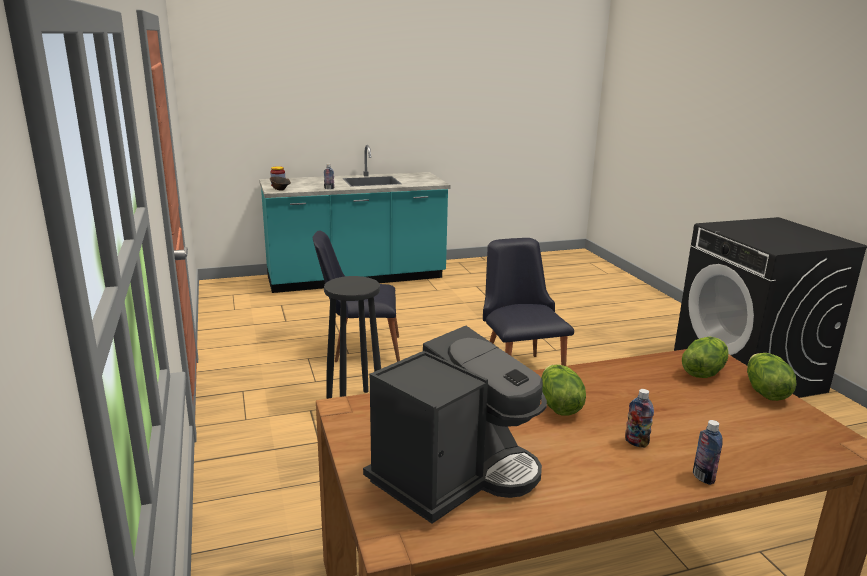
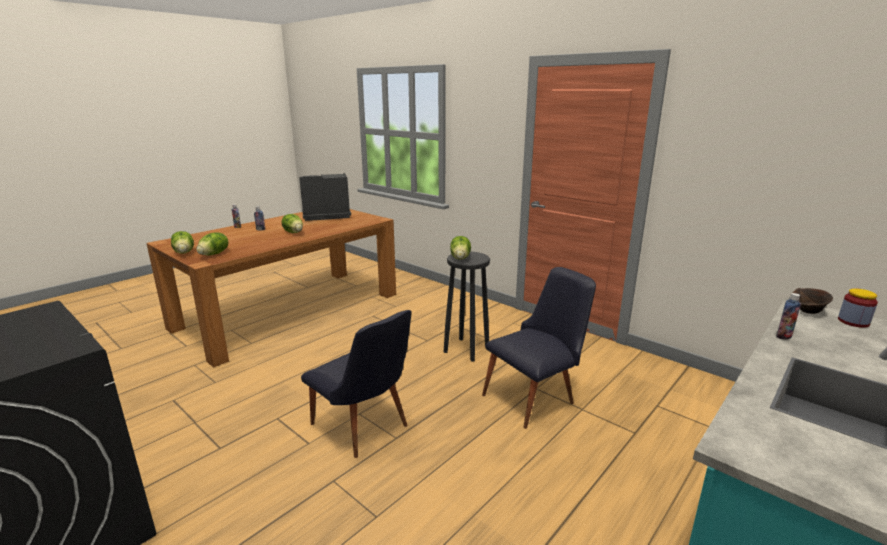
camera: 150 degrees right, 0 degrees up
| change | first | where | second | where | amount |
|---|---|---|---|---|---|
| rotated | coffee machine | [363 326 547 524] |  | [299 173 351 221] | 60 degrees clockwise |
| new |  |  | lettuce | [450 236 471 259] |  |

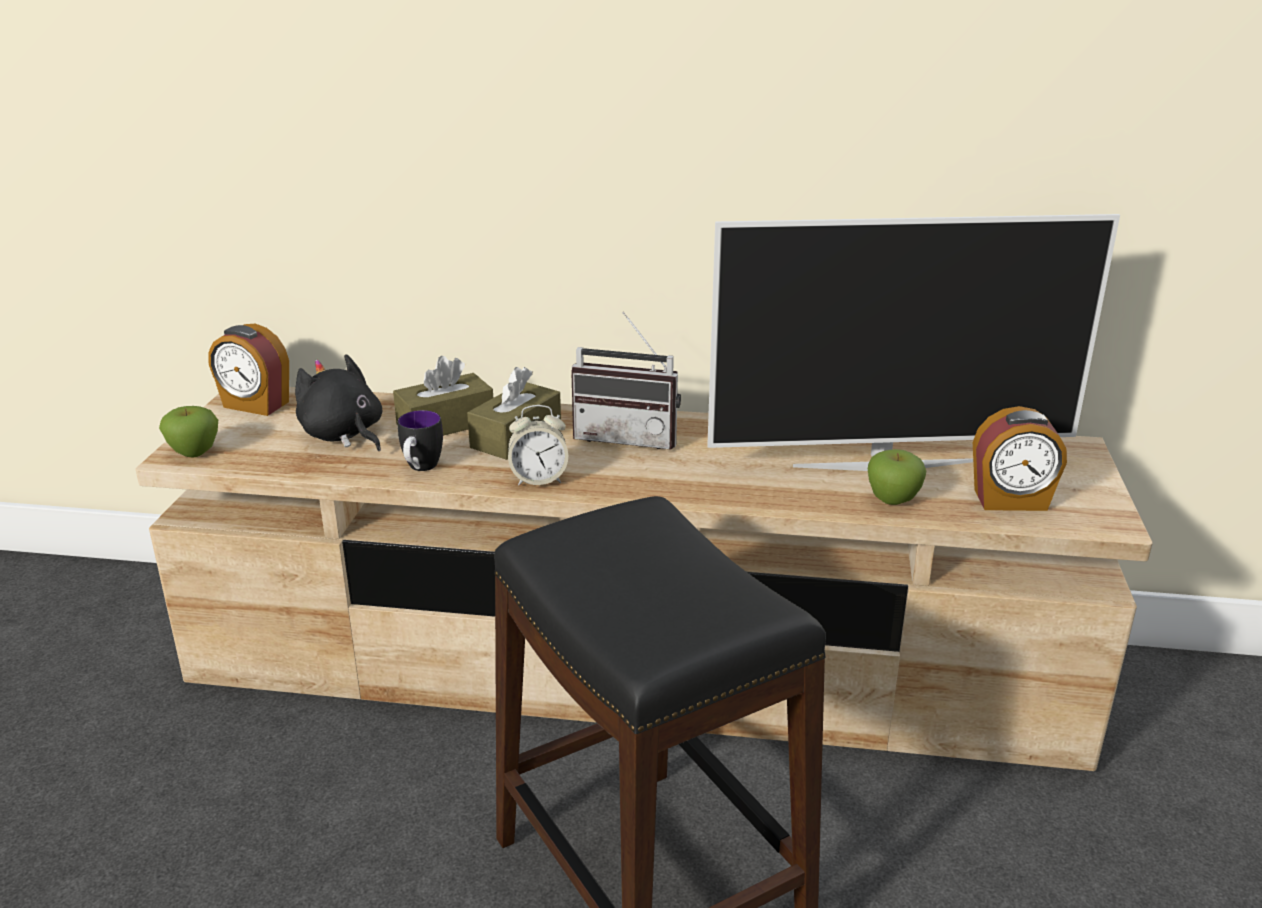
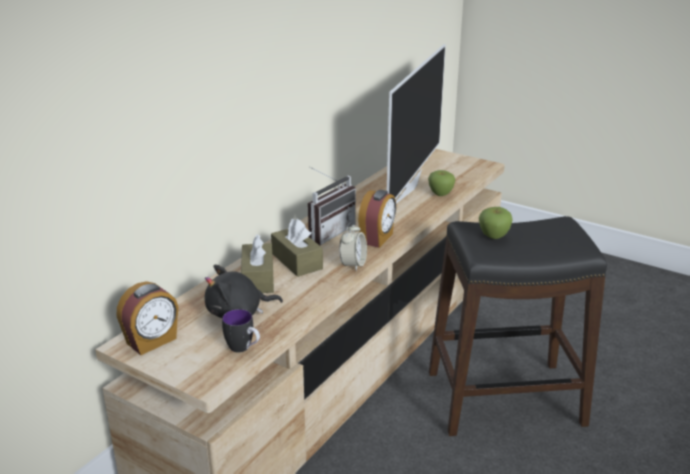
camera: 65 degrees left, 0 degrees up
| change | first | where | second | where | amount |
|---|---|---|---|---|---|
| shifted | tea mug | [398 410 443 471] |  | [222 309 260 352] |  |
| shifted | table clock | [973 406 1067 511] |  | [358 190 396 248] |  |
| shifted | apple | [159 406 218 457] |  | [479 207 513 239] |  |

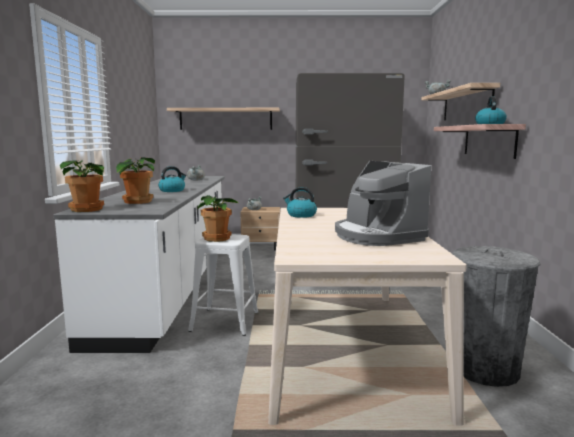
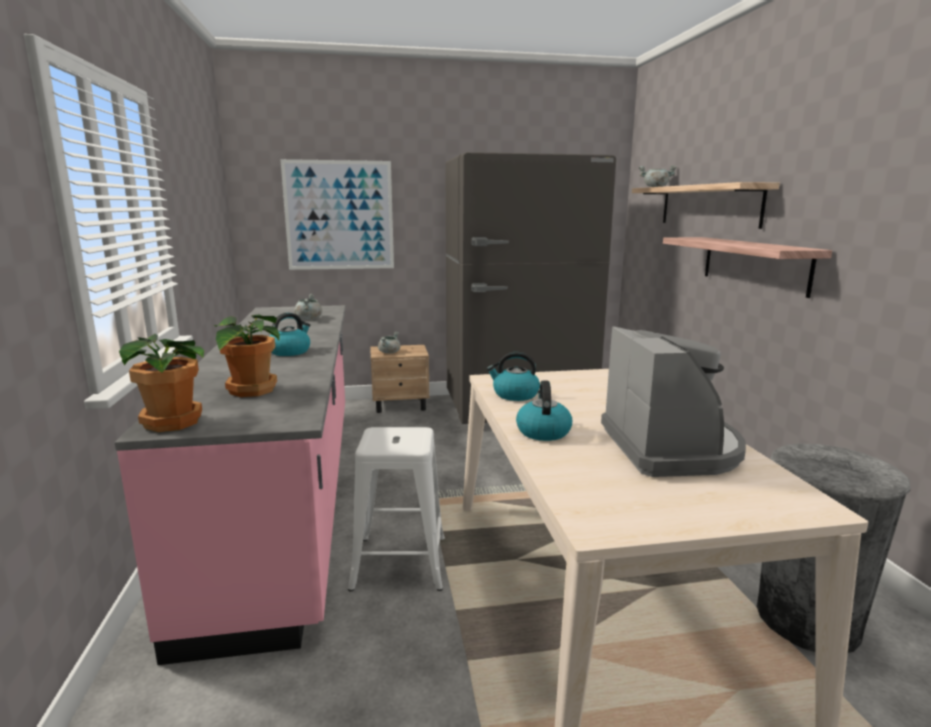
camera: 10 degrees left, 5 degrees up
| change | first | where | second | where | amount |
|---|---|---|---|---|---|
| repainted | white-coloured kitchen base unit | [54 176 225 353] | pink-coloured kitchen base unit | [115 305 346 665] |  |
| swapped | bracket shelf | [167 108 280 130] | wall art | [280 159 394 270] |  |
| shifted | kettle | [475 96 507 124] |  | [516 381 572 441] |  |
| rotated | coffee machine | [335 161 431 246] |  | [601 326 746 477] | 150 degrees counterclockwise |
| gone | plant in a pot | [197 195 239 242] |  |  |  |

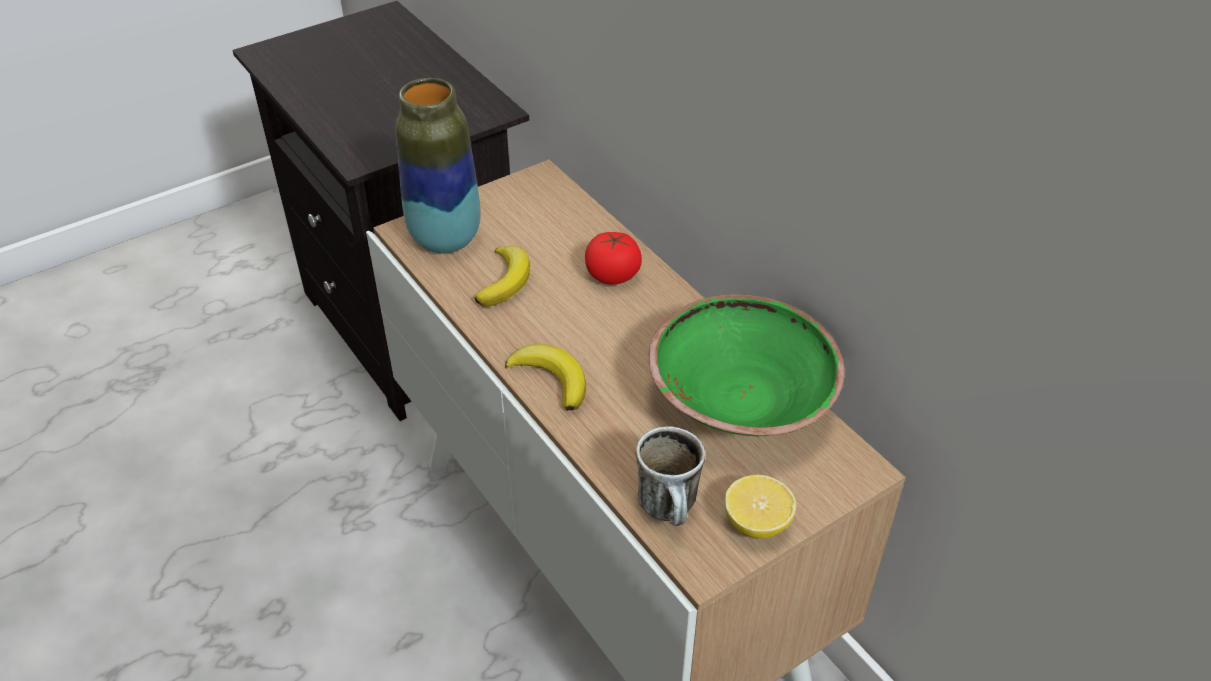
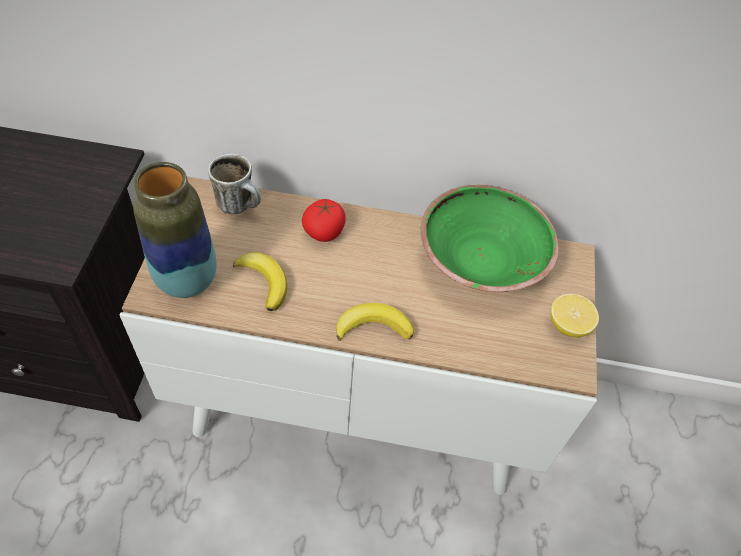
camera: 50 degrees left, 10 degrees up
| change | first | where | second | where | amount |
|---|---|---|---|---|---|
| shifted | tea mug | [635 426 705 526] |  | [208 154 261 214] |  |

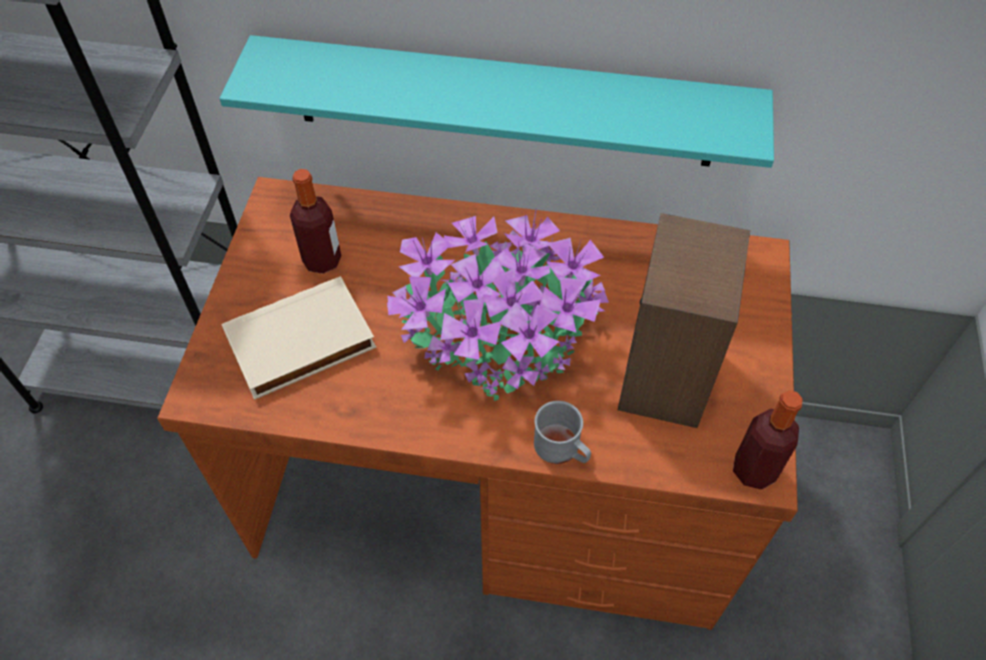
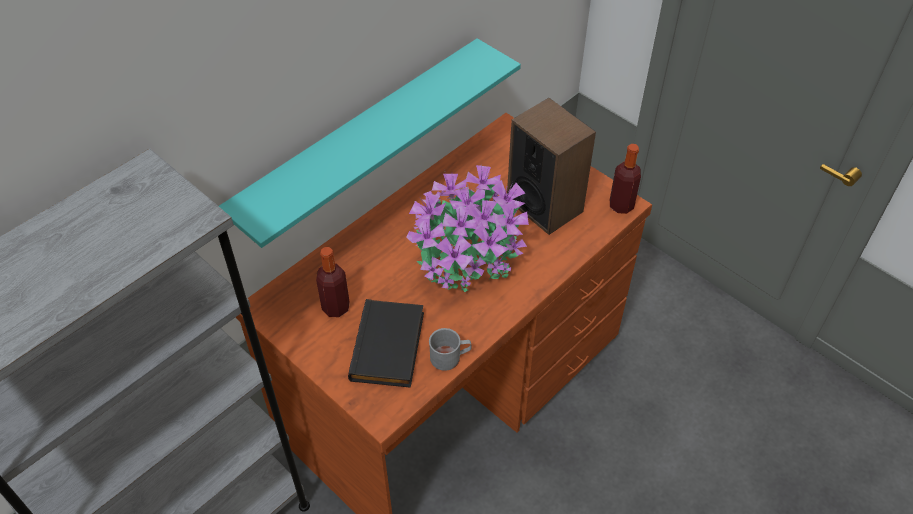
camera: 55 degrees left, 5 degrees down
| change | first | where | second | where | amount |
|---|---|---|---|---|---|
| repainted | beige-coloured book | [221 276 376 400] | black-coloured book | [348 299 424 388] |  |
| shifted | greyish tea mug | [534 401 591 464] |  | [429 328 471 371] |  |

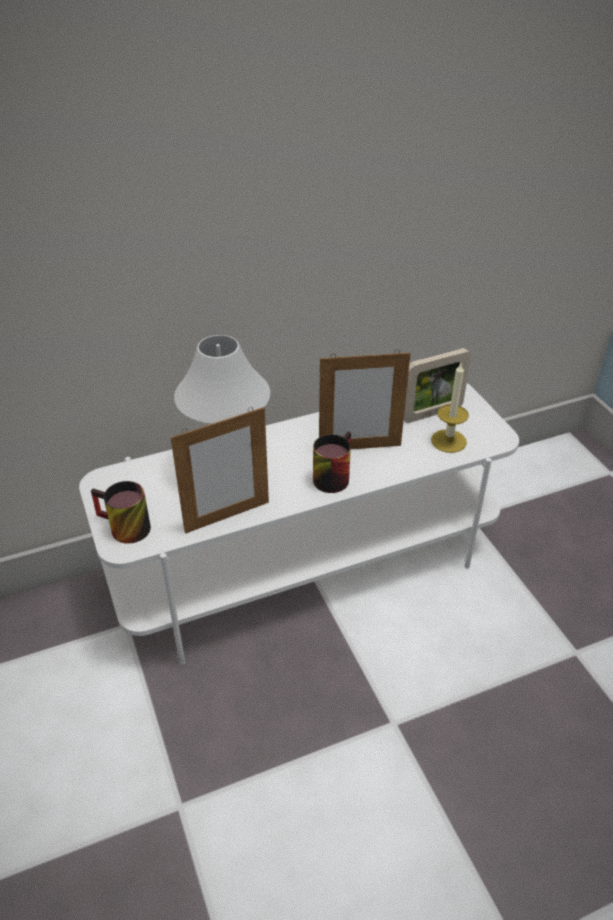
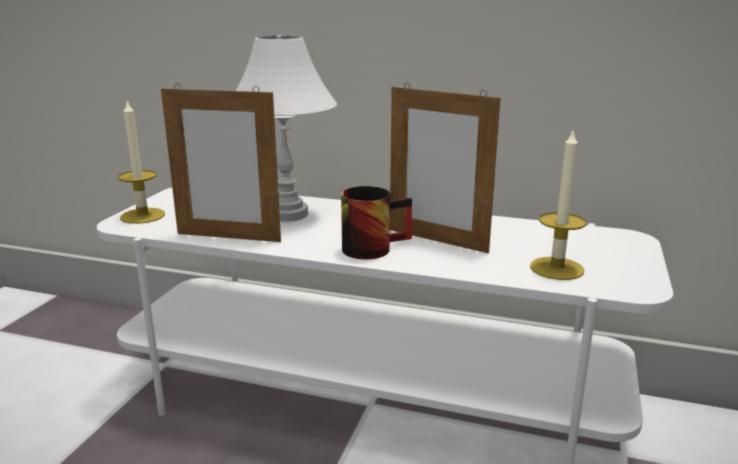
camera: 40 degrees right, 20 degrees down
| change | first | where | second | where | amount |
|---|---|---|---|---|---|
| swapped | tea mug | [91 481 151 544] | candle | [118 100 165 224] |  |
| gone | standing frame | [404 348 471 423] |  |  |  |

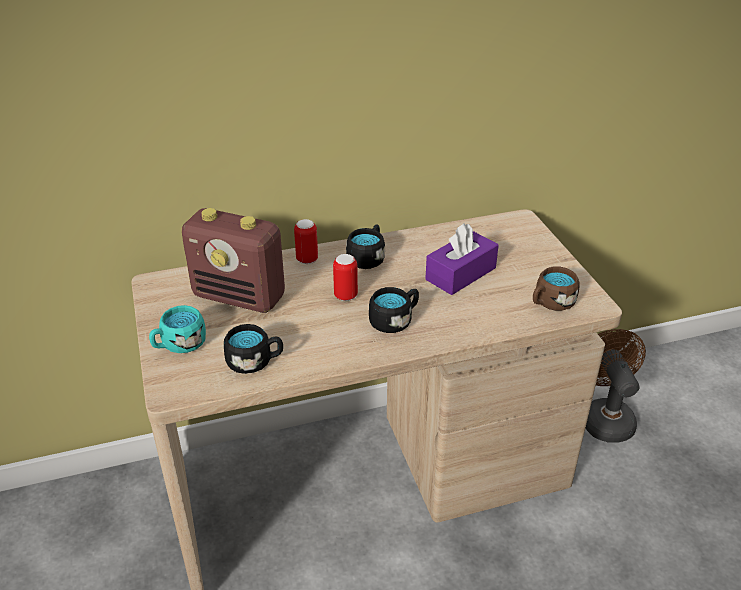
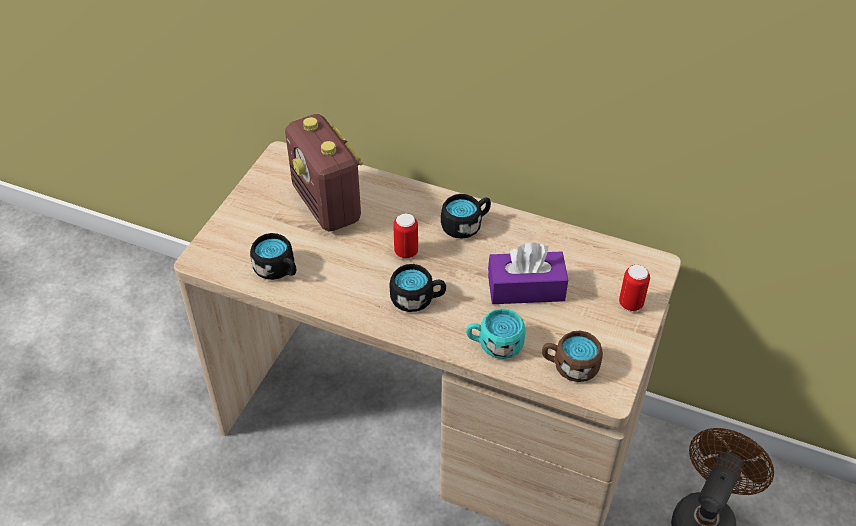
camera: 40 degrees right, 10 degrees up
| change | first | where | second | where | amount |
|---|---|---|---|---|---|
| shifted | turquoise tea mug | [149 305 206 353] |  | [466 308 526 359] |  |
| shifted | can | [294 219 318 264] |  | [619 265 650 312] |  |

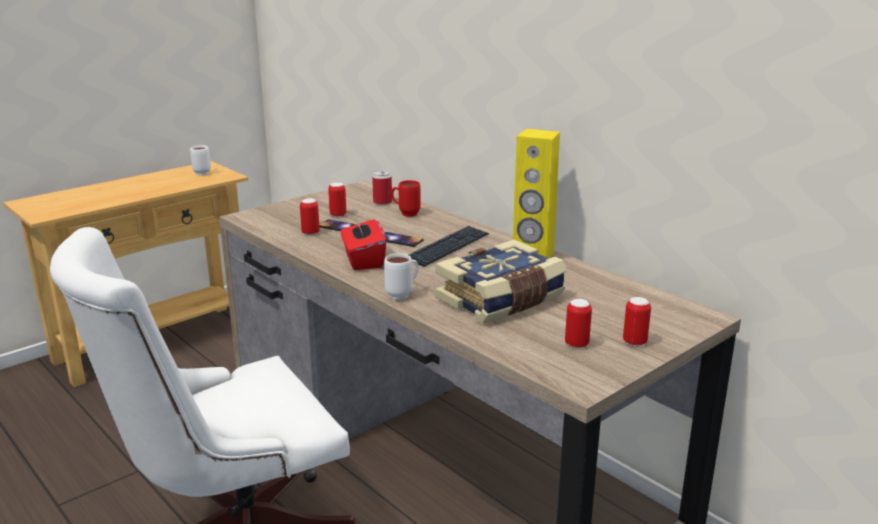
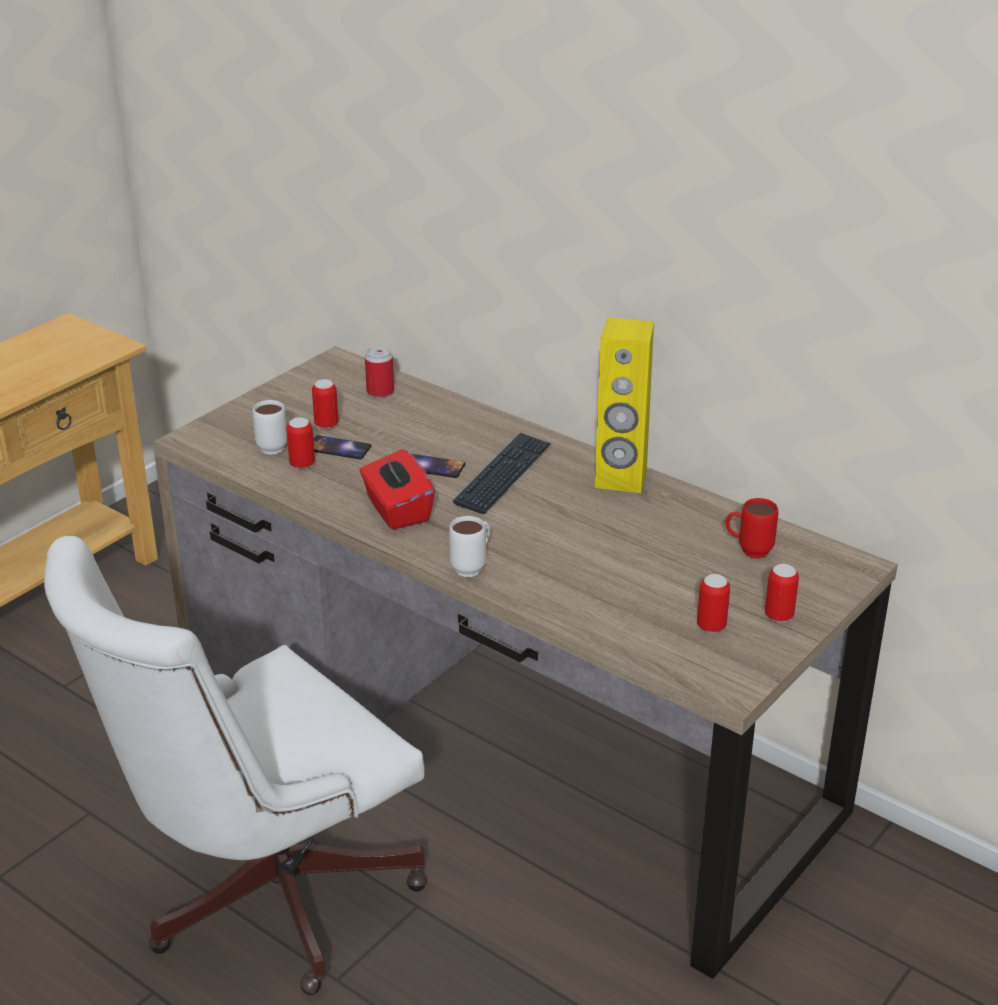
camera: 10 degrees left, 10 degrees up
| change | first | where | second | where | amount |
|---|---|---|---|---|---|
| shifted | white-coloured tea mug | [190 145 211 176] |  | [253 400 287 455] |  |
| shifted | reddish tea mug | [391 180 421 217] |  | [725 498 778 558] |  |
| gone | book | [435 240 567 324] |  |  |  |

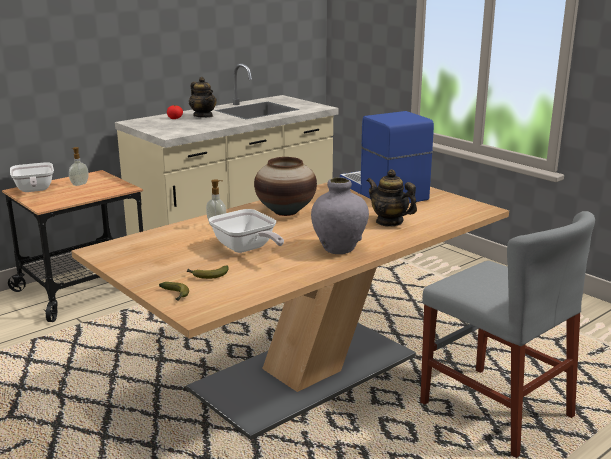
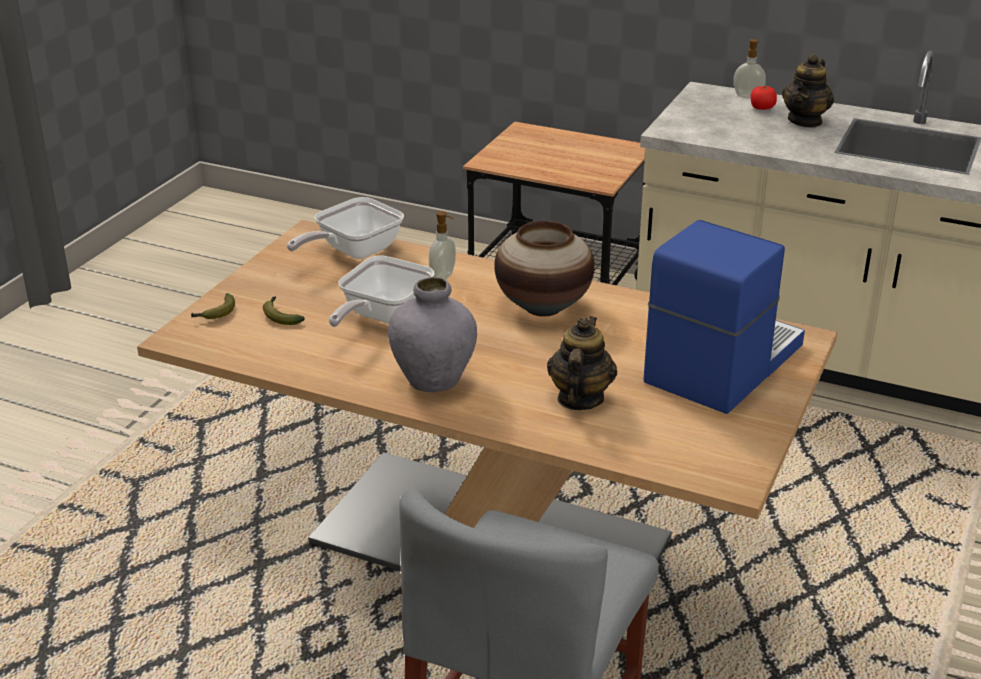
camera: 65 degrees right, 10 degrees up
| change | first | where | second | where | amount |
|---|---|---|---|---|---|
| shifted | frying pan | [10 162 54 192] |  | [287 197 404 259] |  |
| shifted | liquid soap bottle | [69 147 89 186] |  | [733 39 766 99] |  |

